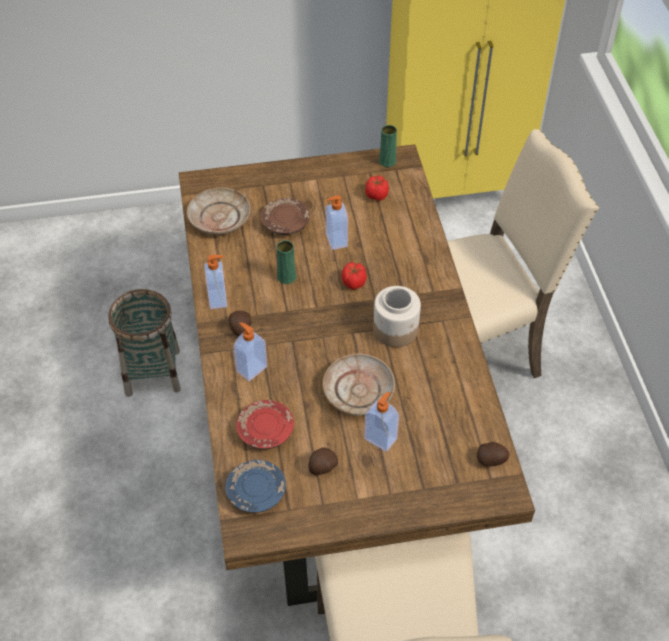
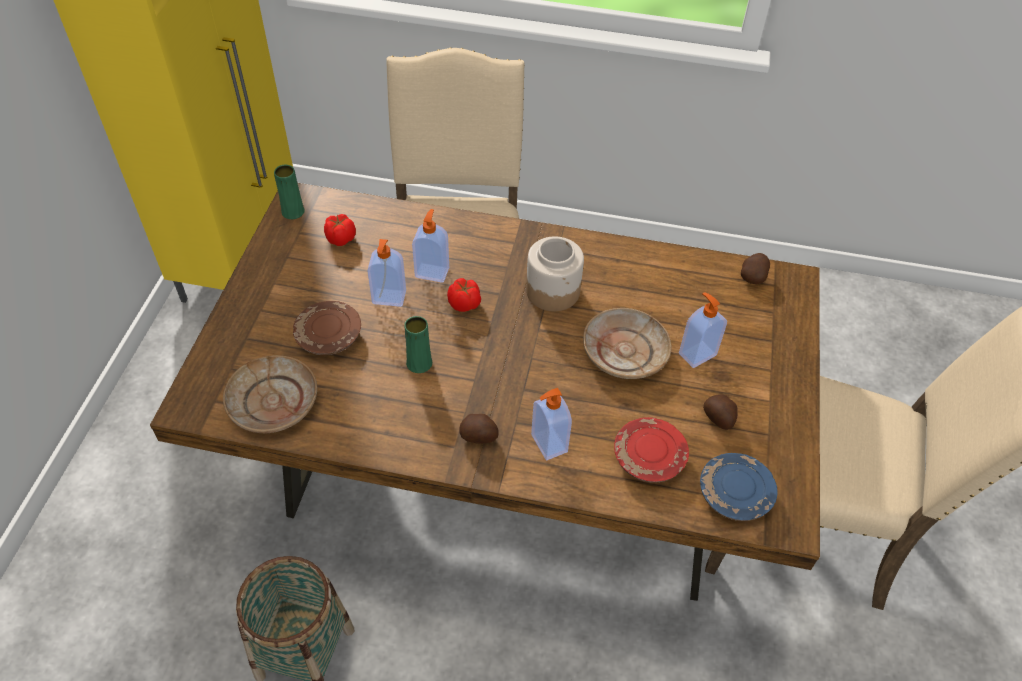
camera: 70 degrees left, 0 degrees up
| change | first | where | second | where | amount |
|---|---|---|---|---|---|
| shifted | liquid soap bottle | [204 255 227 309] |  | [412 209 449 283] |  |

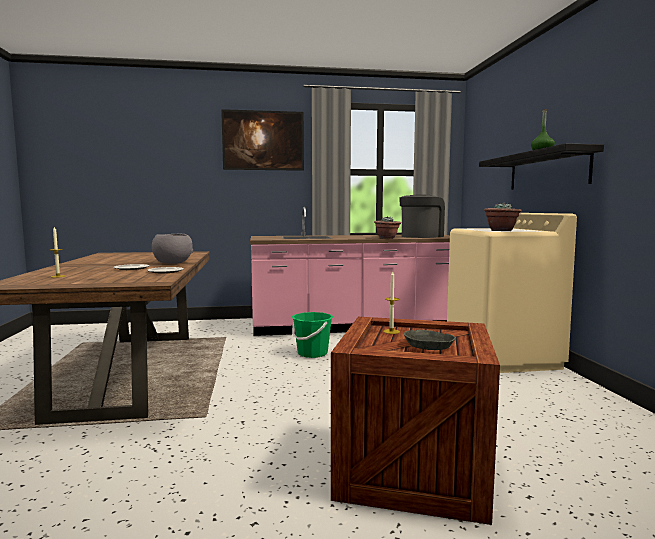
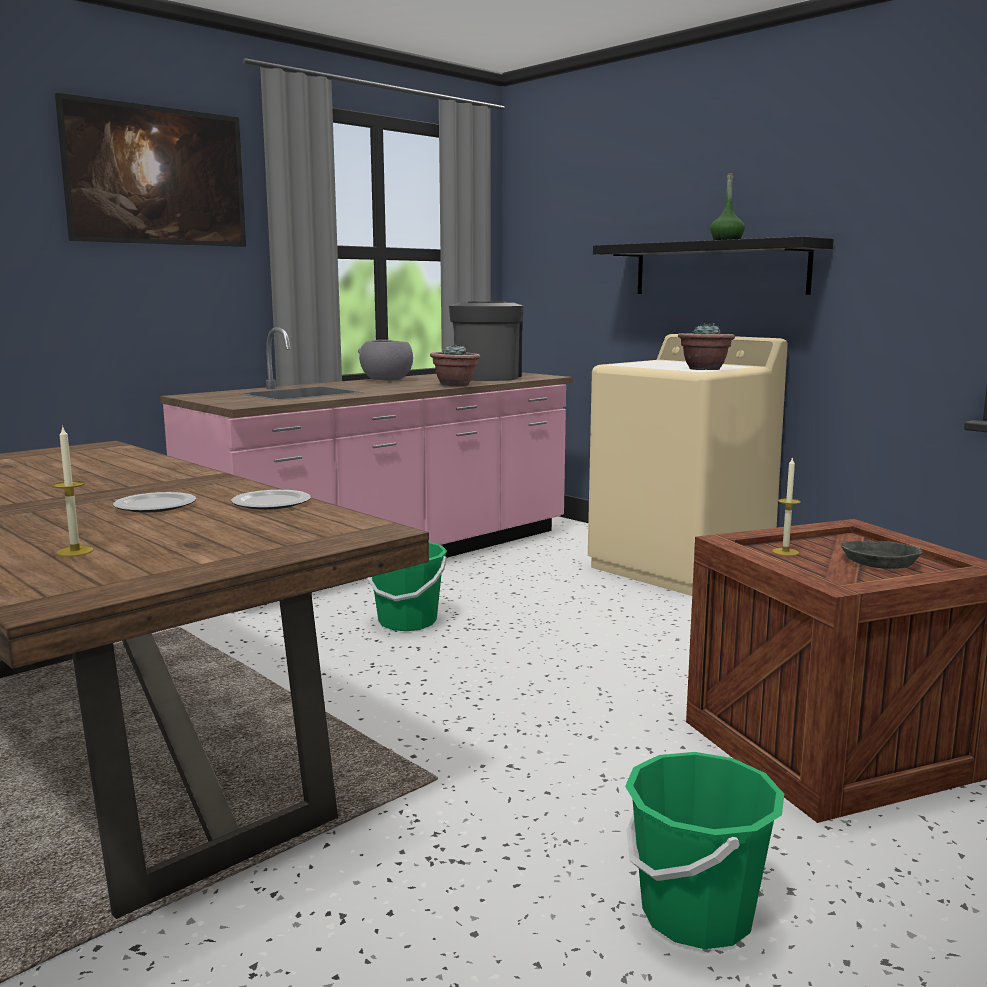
camera: 35 degrees left, 5 degrees up
| change | first | where | second | where | amount |
|---|---|---|---|---|---|
| shifted | greyish bowl | [152 234 193 263] |  | [358 340 413 381] |  |
| new |  |  | greenish water bucket | [625 752 784 949] |  |

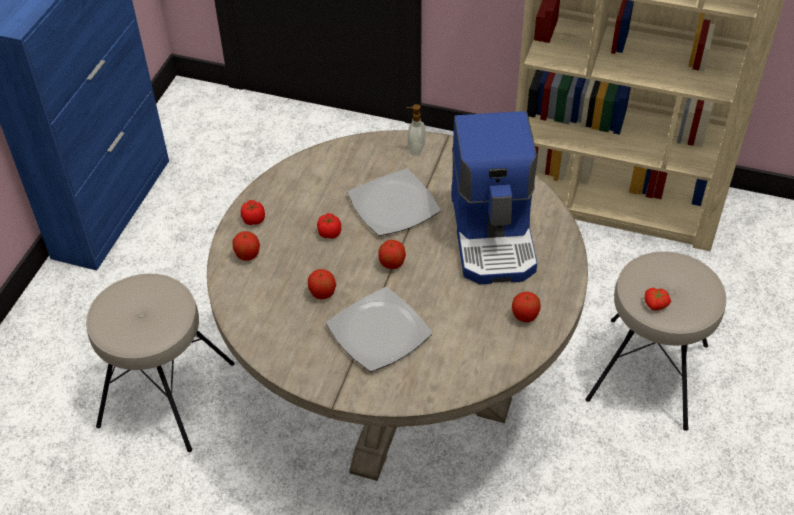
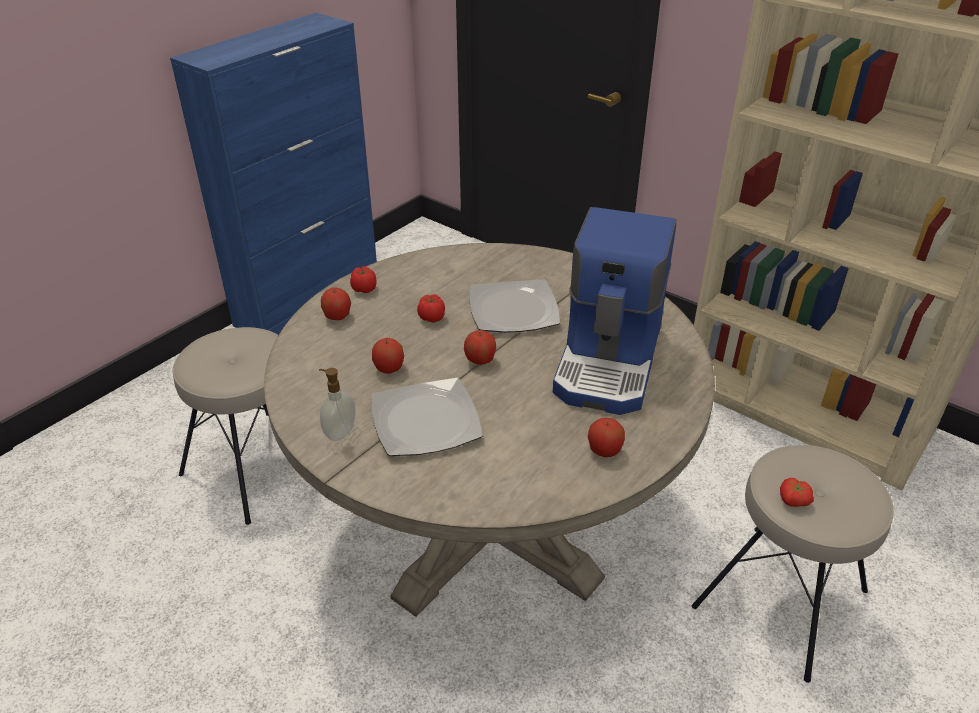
camera: 20 degrees right, 10 degrees down
| change | first | where | second | where | amount |
|---|---|---|---|---|---|
| shifted | liquid soap bottle | [406 104 426 156] |  | [319 368 355 441] |  |

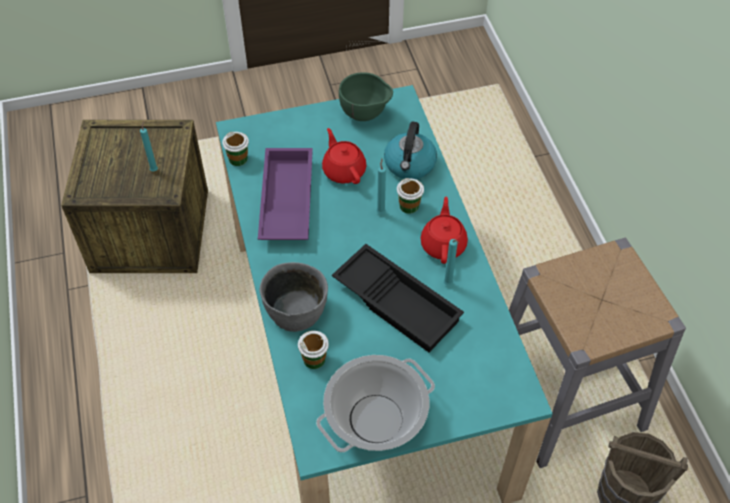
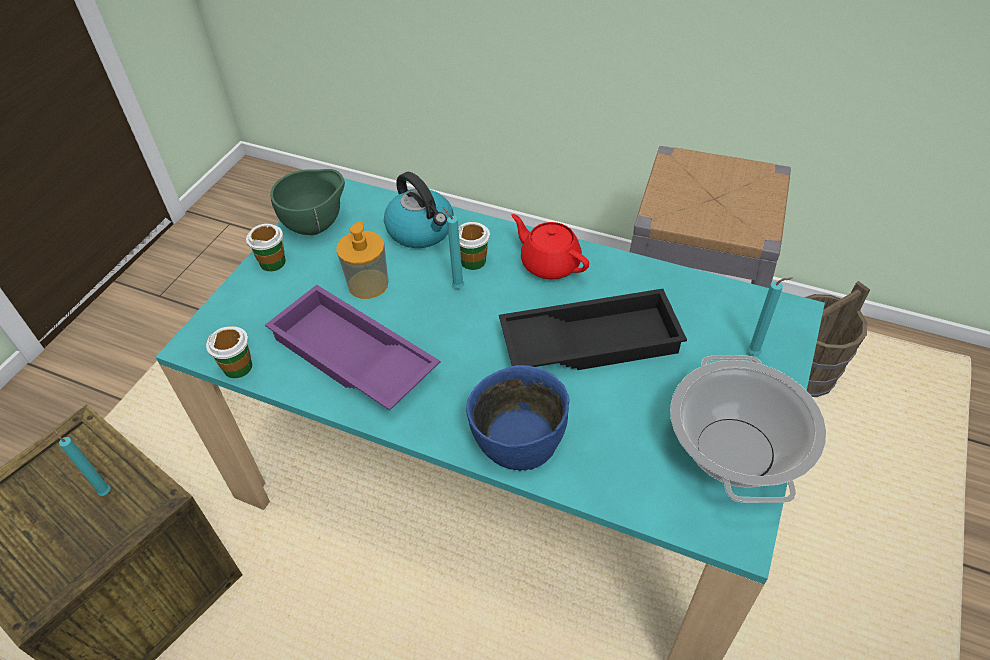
camera: 50 degrees left, 5 degrees down
| change | first | where | second | where | amount |
|---|---|---|---|---|---|
| shifted | drinking cup | [298 331 329 369] |  | [246 224 286 272] |  |
| swapped | reddish tea pot | [322 128 366 184] | liquid soap bottle | [336 221 388 299] |  |
| repainted | greyish bowl | [260 262 328 332] | bluish bowl | [466 365 570 471] |  |
| shifted | turquoise candle | [444 239 459 286] |  | [748 277 793 355] |  |

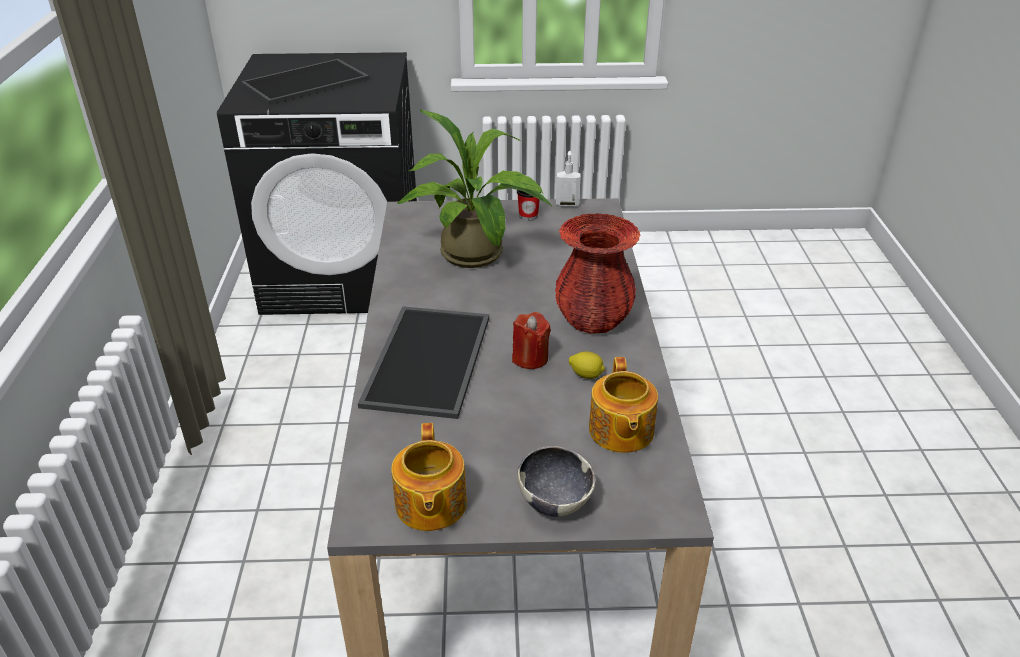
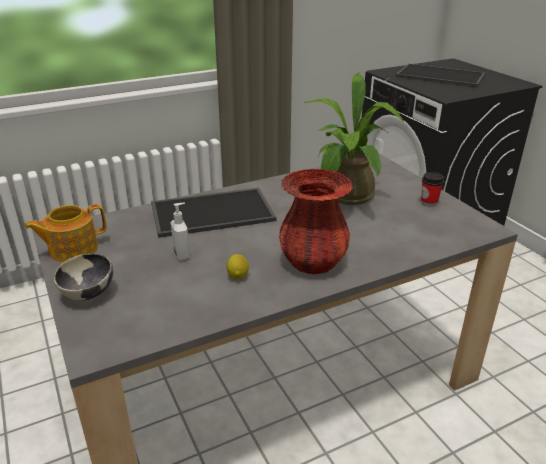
camera: 65 degrees right, 5 degrees down
| change | first | where | second | where | amount |
|---|---|---|---|---|---|
| shifted | liquid soap bottle | [556 151 580 207] |  | [171 203 190 260] |  |
| gone | reddish candle | [512 312 551 369] |  |  |  |
| gone | tea pot | [589 357 658 453] |  |  |  |

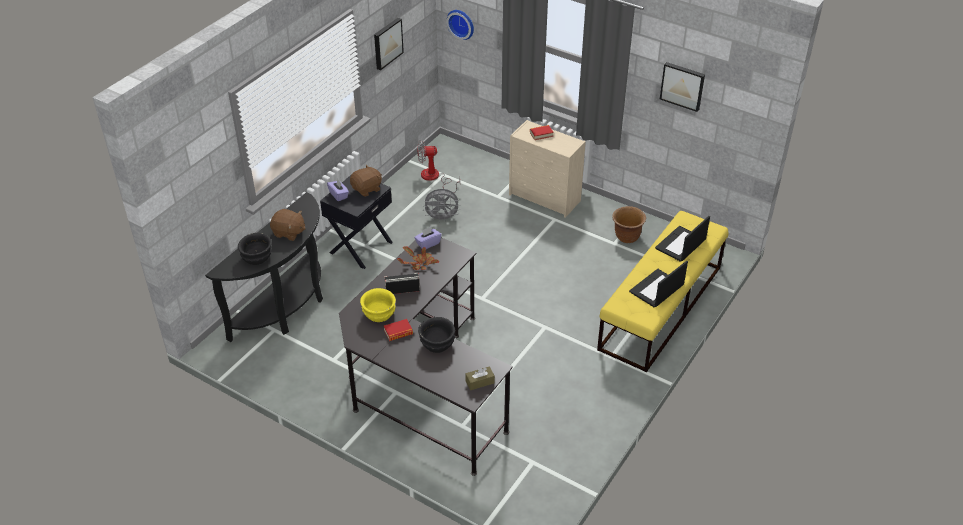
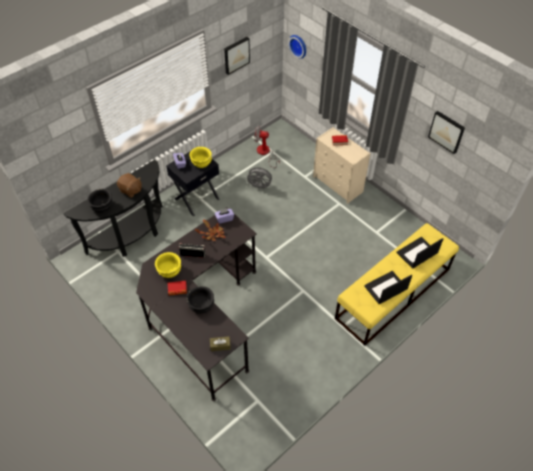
camera: 15 degrees right, 10 degrees up
| change | first | where | second | where | amount |
|---|---|---|---|---|---|
| swapped | brown-coloured cuddly toy | [350 165 382 197] | yellowish bowl | [190 147 212 168] |  |
| gone | brown-coloured flower pot | [612 206 646 243] |  |  |  |

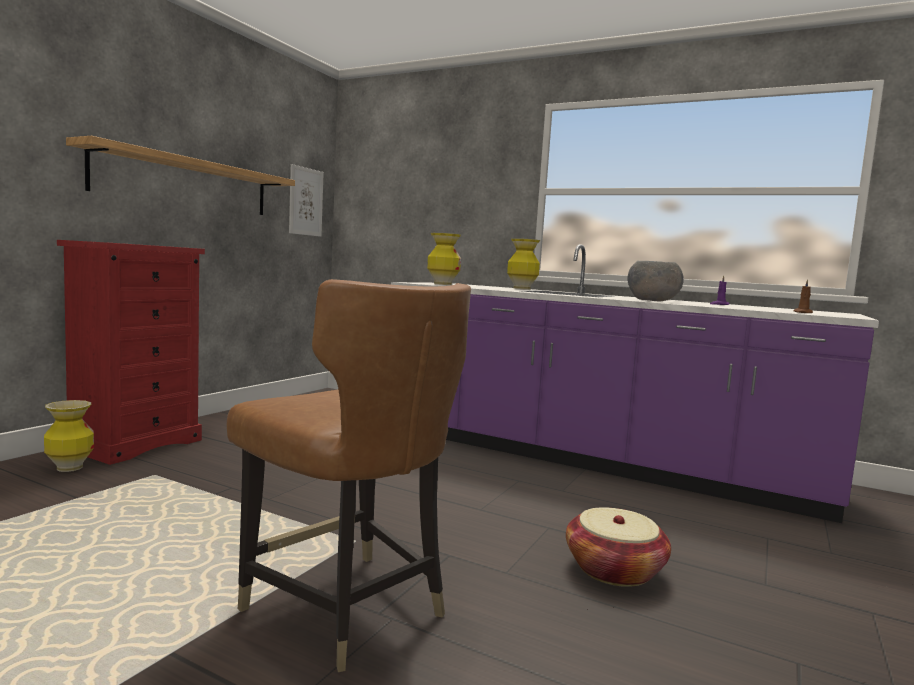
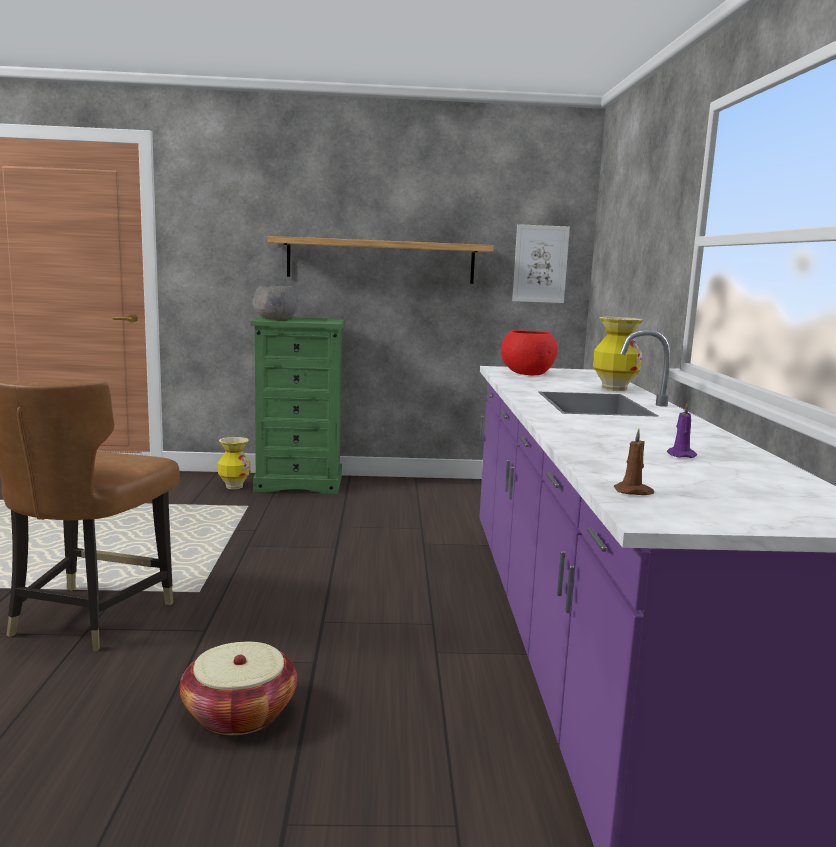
camera: 60 degrees right, 5 degrees up
| change | first | where | second | where | amount |
|---|---|---|---|---|---|
| repainted | reddish chest of drawers | [57 240 205 465] | greenish chest of drawers | [250 316 345 494] |  |
| shifted | greyish bowl | [627 261 684 301] |  | [253 286 299 320] |  |
| swapped | vase | [427 233 461 285] | reddish bowl | [501 330 558 376] |  |

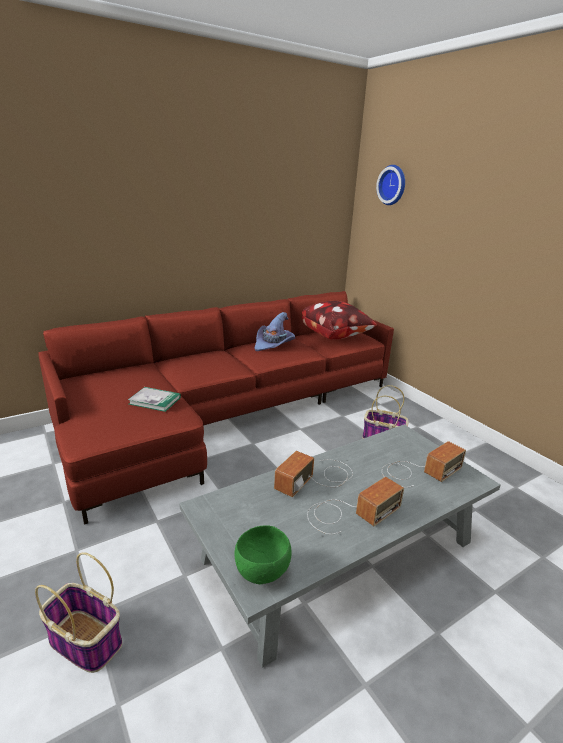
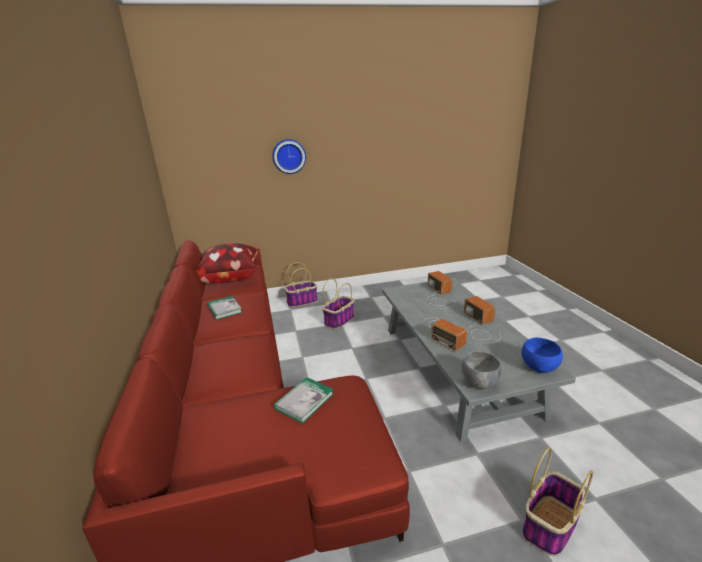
camera: 70 degrees left, 0 degrees up
| change | first | where | second | where | amount |
|---|---|---|---|---|---|
| swapped | purple clothing hat | [254 312 295 351] | book | [207 296 242 320] |  |
| shifted | clock on the wall | [376 165 405 205] |  | [272 139 306 174] |  |
| new |  |  | basket | [284 262 318 308] |  |
| new |  |  | greyish bowl | [461 351 501 389] |  |
| repainted | greenish bowl | [235 525 292 584] | bluish bowl | [521 338 563 373] |  |

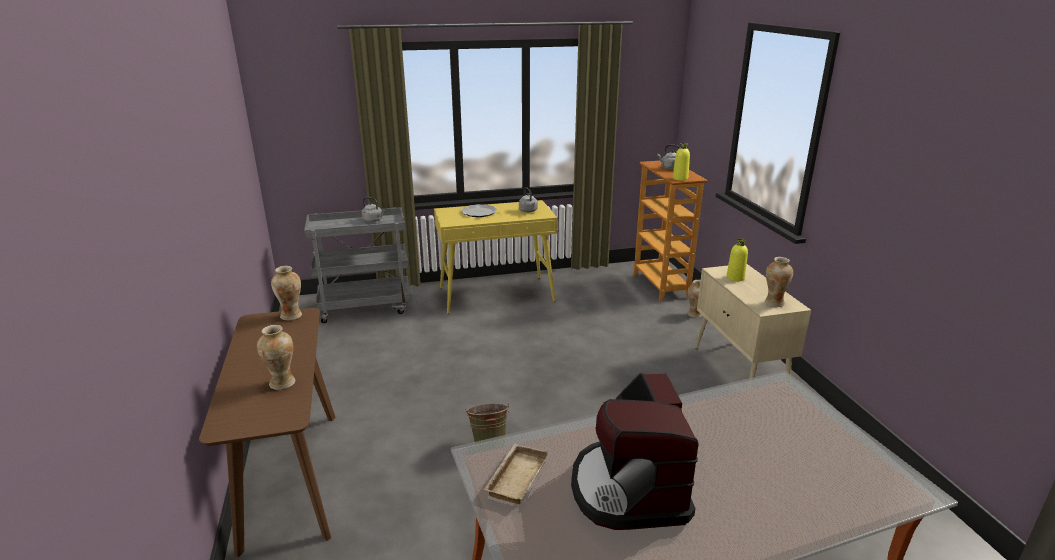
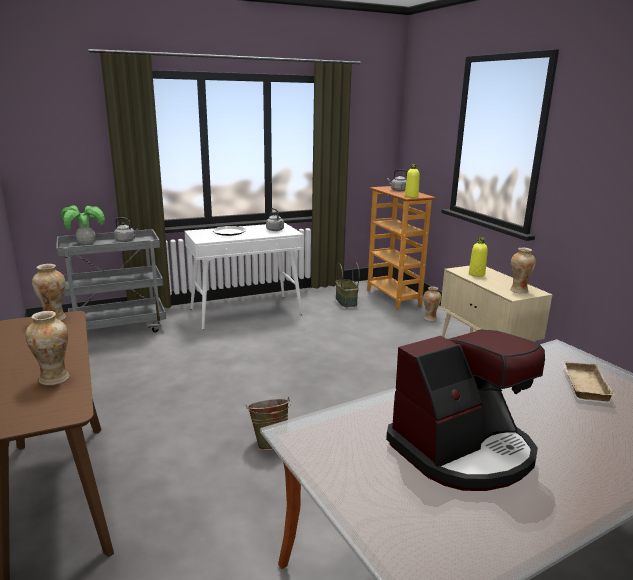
camera: 10 degrees left, 5 degrees down
| change | first | where | second | where | amount |
|---|---|---|---|---|---|
| new |  |  | plant in a pot | [61 205 105 245] |  |
| repainted | yellowish console table | [434 200 557 314] | white-coloured console table | [184 223 304 330] |  |
| new |  |  | basket | [336 262 360 307] |  |
| rotated | coffee machine | [571 373 699 530] |  | [386 329 545 491] | 105 degrees counterclockwise |
| shifted | beige-coloured tray | [484 444 549 504] |  | [561 361 616 401] |  |

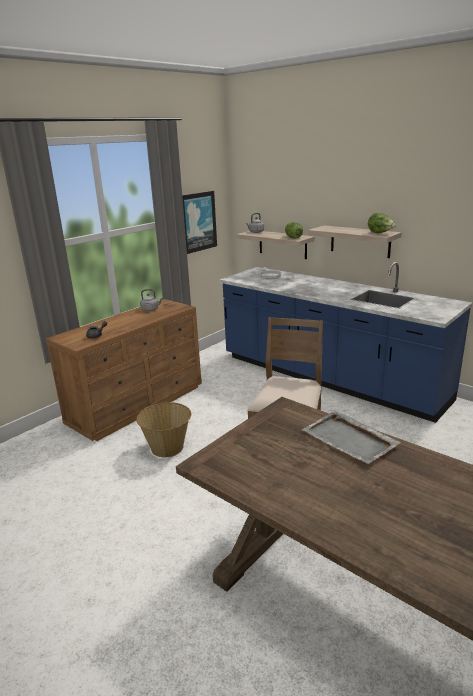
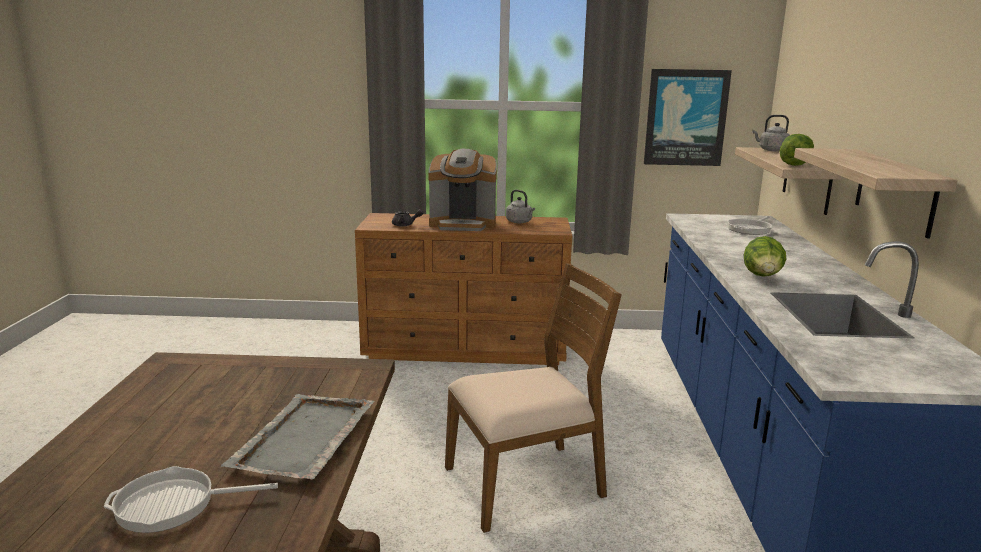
camera: 50 degrees right, 5 degrees down
| change | first | where | second | where | amount |
|---|---|---|---|---|---|
| new |  |  | frying pan | [104 466 278 533] |  |
| new |  |  | coffee machine | [428 149 497 231] |  |
| shifted | lettuce | [368 213 396 233] |  | [744 236 786 277] |  |
| gone | basket | [136 402 191 457] |  |  |  |

